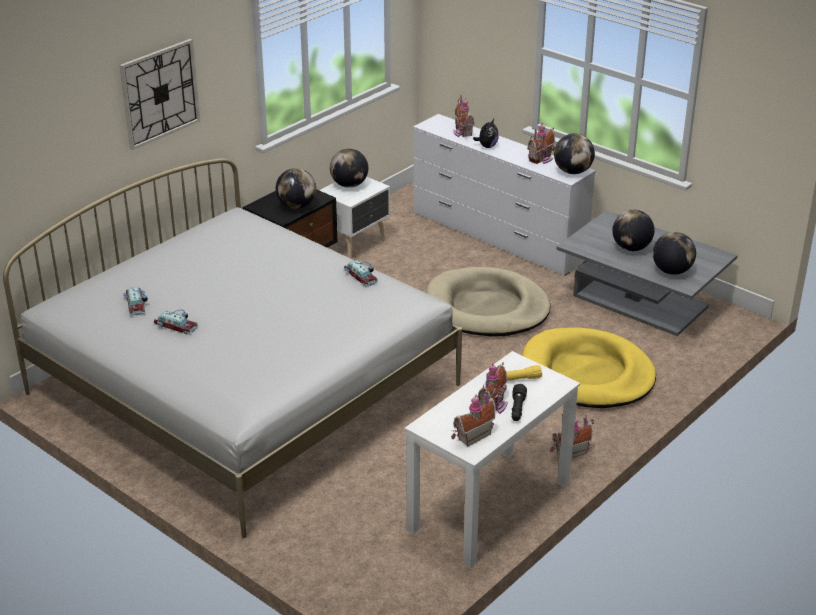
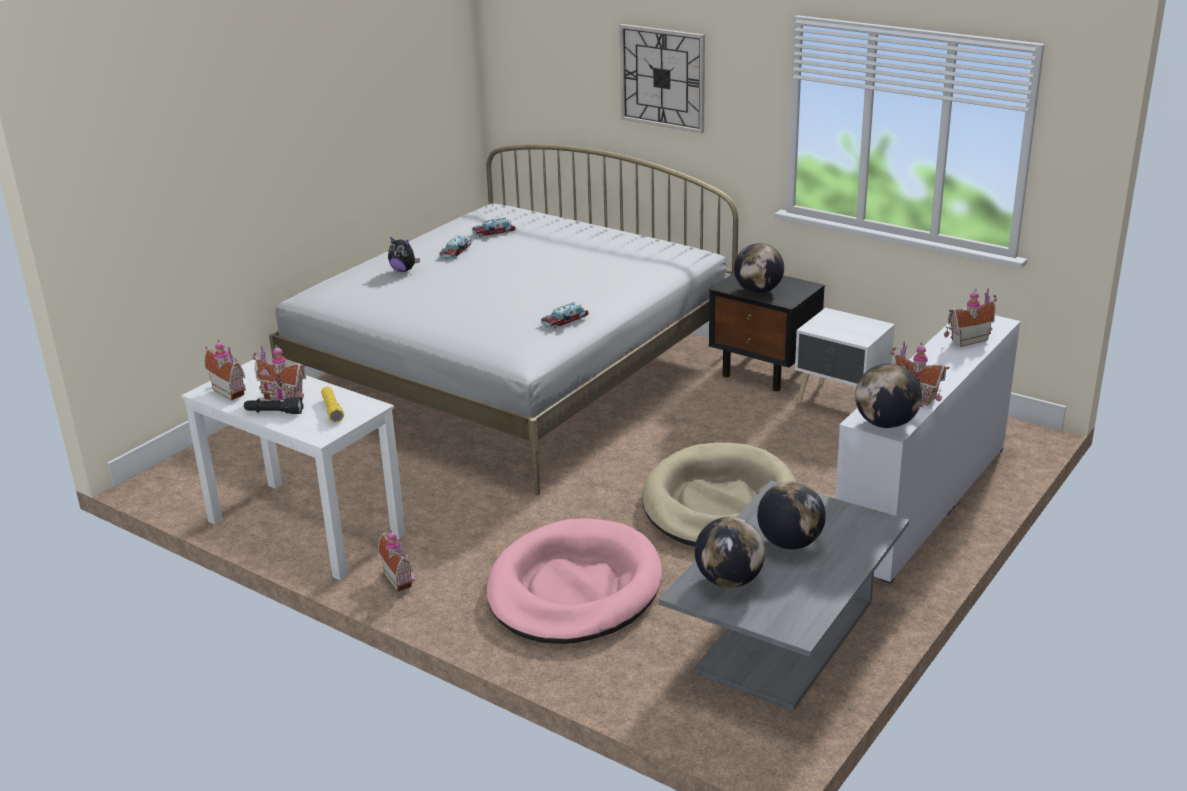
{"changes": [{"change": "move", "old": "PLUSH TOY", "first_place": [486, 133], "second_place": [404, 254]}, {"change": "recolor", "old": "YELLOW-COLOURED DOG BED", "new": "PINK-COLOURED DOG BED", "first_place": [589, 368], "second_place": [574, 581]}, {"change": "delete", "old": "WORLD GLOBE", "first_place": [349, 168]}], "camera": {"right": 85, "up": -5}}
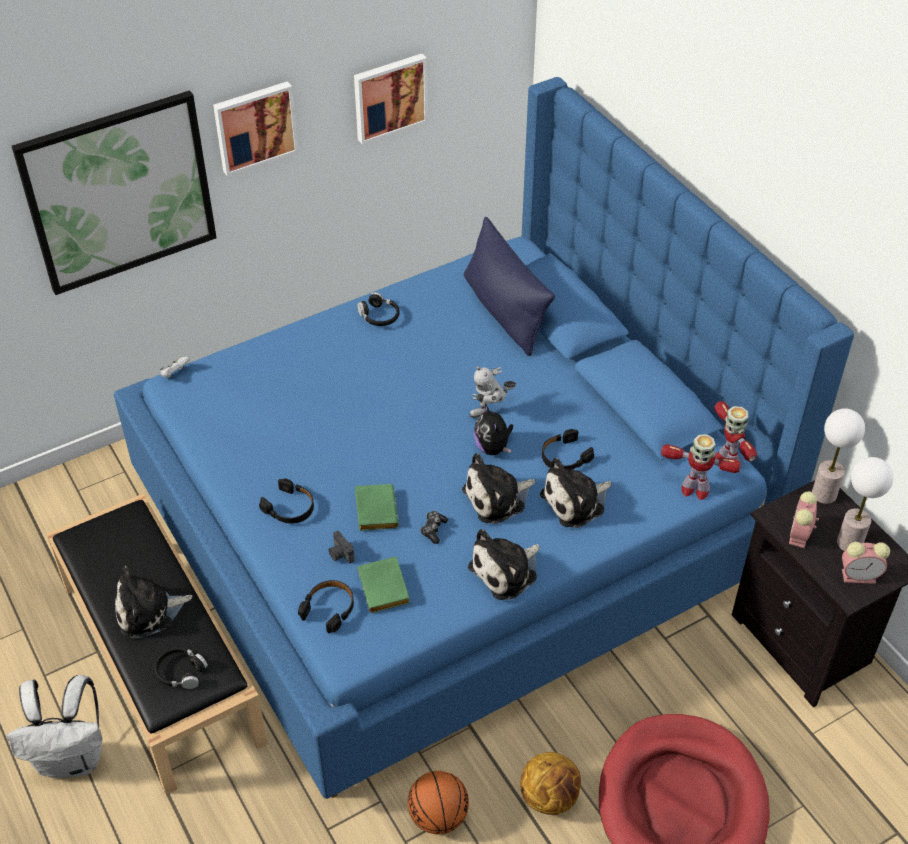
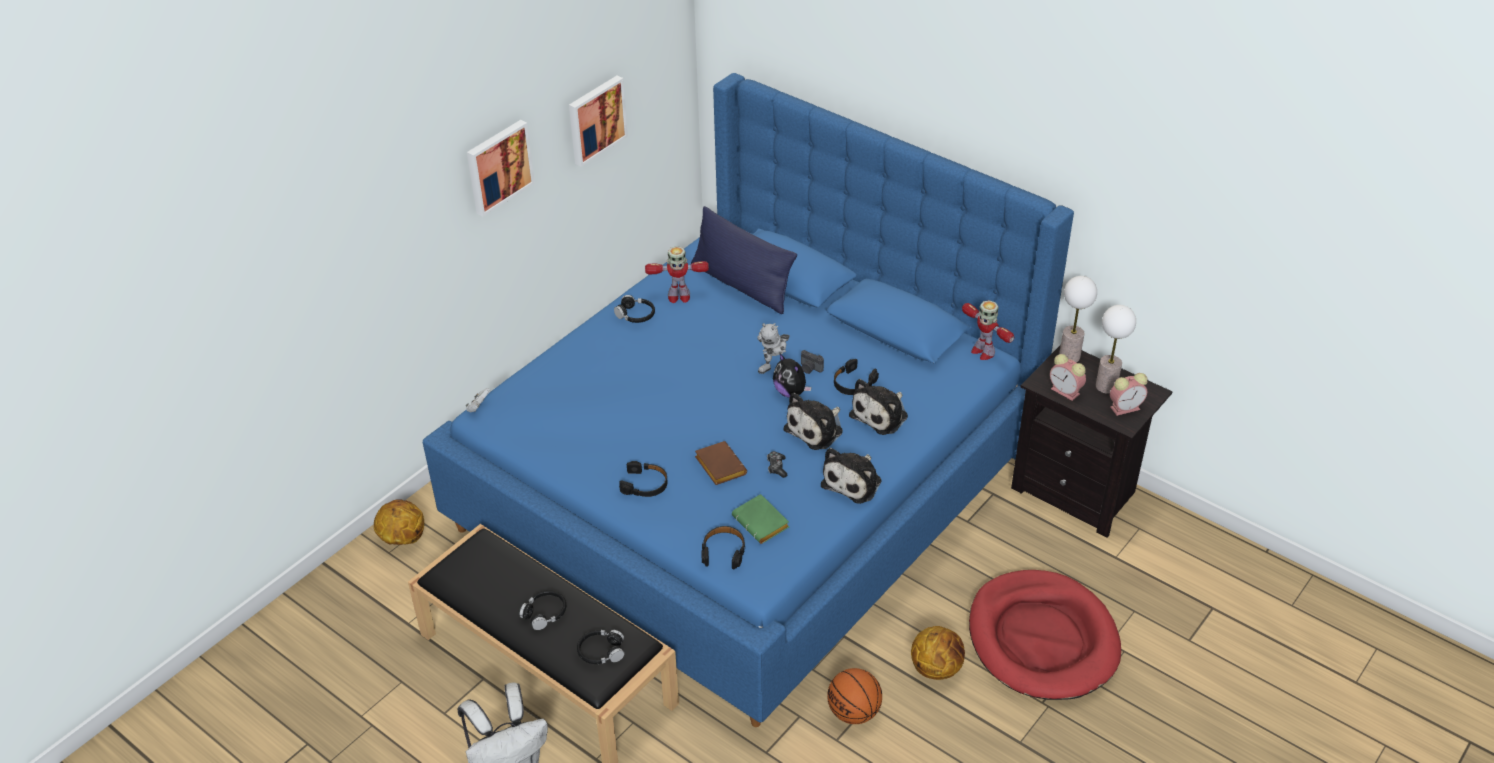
{"changes": [{"change": "insert", "new": "BASKETBALL BALL", "second_place": [399, 522]}, {"change": "replace", "old": "PLUSH TOY", "new": "BLACK HEADSET", "first_place": [153, 602], "second_place": [543, 610]}, {"change": "move", "old": "MODEL ROBOT", "first_place": [701, 467], "second_place": [677, 274]}, {"change": "recolor", "old": "GREENISH BOOK", "new": "BROWN BOOK", "first_place": [377, 507], "second_place": [721, 463]}, {"change": "move", "old": "PHOTO CAMERA", "first_place": [341, 547], "second_place": [812, 362]}, {"change": "rotate", "old": "ALARM CLOCK", "first_place": [804, 519], "second_place": [1068, 377], "degrees": -45}, {"change": "delete", "old": "WALL PICTURE", "first_place": [114, 192]}], "camera": {"right": -20, "up": -5}}
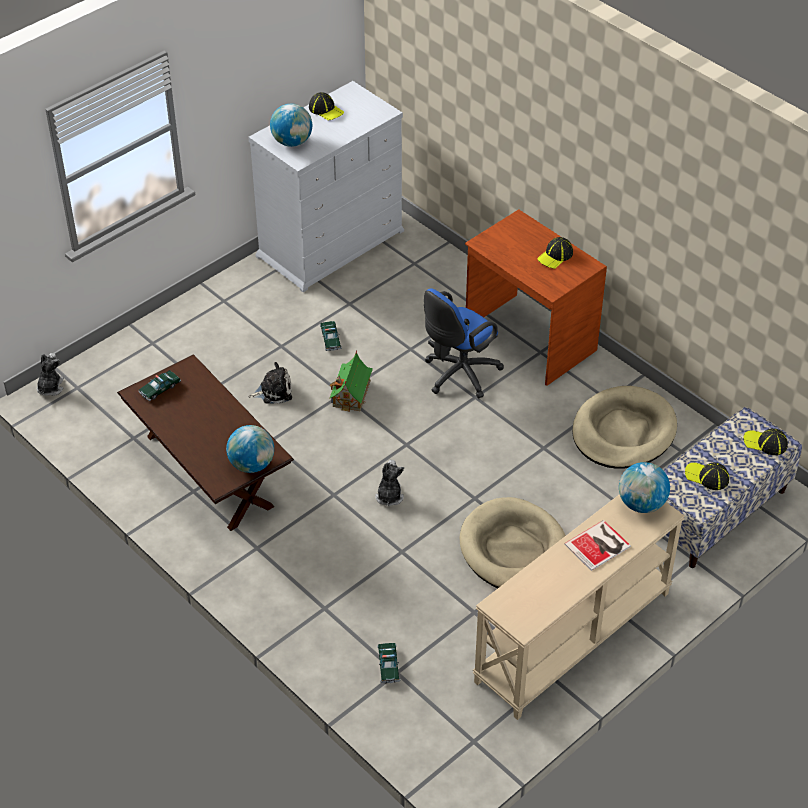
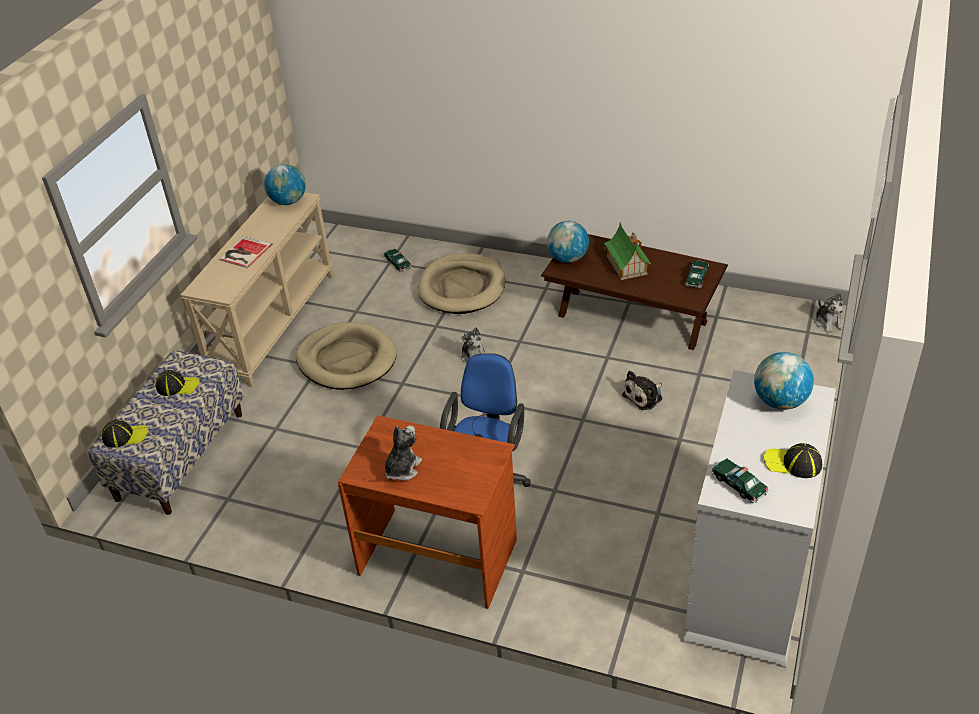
{"changes": [{"change": "move", "old": "WORLD GLOBE", "first_place": [644, 487], "second_place": [285, 184]}, {"change": "replace", "old": "PEAKED CAP", "new": "PLUSH TOY", "first_place": [555, 253], "second_place": [403, 453]}, {"change": "move", "old": "BEIGE DOG BED", "first_place": [624, 427], "second_place": [461, 283]}, {"change": "move", "old": "MODEL HOUSE", "first_place": [351, 381], "second_place": [627, 251]}, {"change": "move", "old": "MODEL CAR", "first_place": [331, 336], "second_place": [740, 480]}], "camera": {"right": 155, "up": -5}}
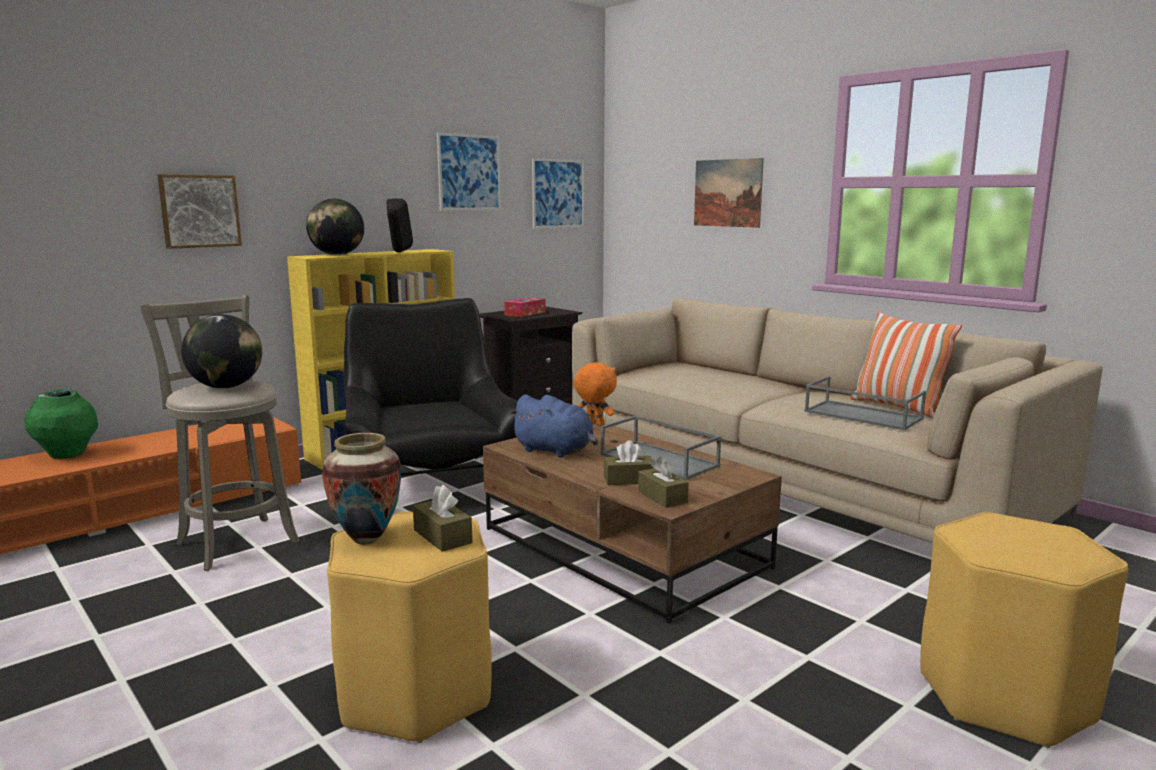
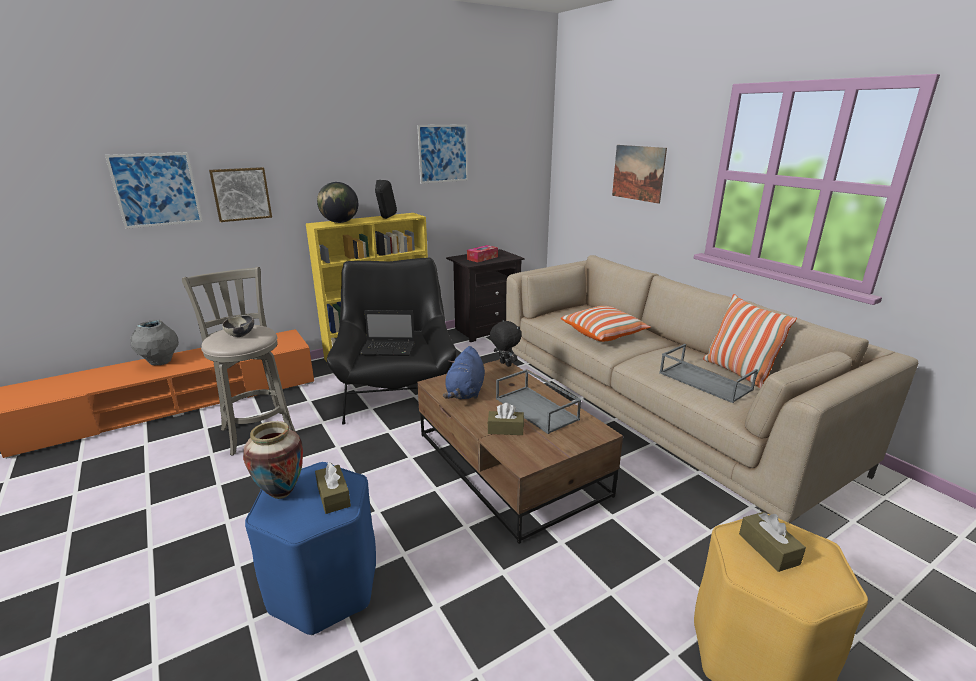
{"changes": [{"change": "move", "old": "WALL PICTURE", "first_place": [558, 193], "second_place": [154, 190]}, {"change": "recolor", "old": "GREENISH DECORATIVE VASE", "new": "GREY DECORATIVE VASE", "first_place": [61, 423], "second_place": [154, 342]}, {"change": "replace", "old": "WORLD GLOBE", "new": "SERVING BOWL", "first_place": [221, 351], "second_place": [238, 326]}, {"change": "recolor", "old": "YELLOW-COLOURED STOOL", "new": "BLUE STOOL", "first_place": [409, 627], "second_place": [310, 549]}, {"change": "insert", "new": "LAPTOP", "second_place": [387, 333]}, {"change": "rotate", "old": "BLUE PLUSH TOY", "first_place": [553, 426], "second_place": [464, 372], "degrees": 60}, {"change": "recolor", "old": "ORANGE-COLOURED PLUSH TOY", "new": "BLACK PLUSH TOY", "first_place": [595, 394], "second_place": [505, 343]}, {"change": "insert", "new": "THROW PILLOW", "second_place": [606, 324]}, {"change": "move", "old": "BROWN BOX OF TISSUES", "first_place": [663, 482], "second_place": [772, 542]}], "camera": {"right": 10, "up": 10}}
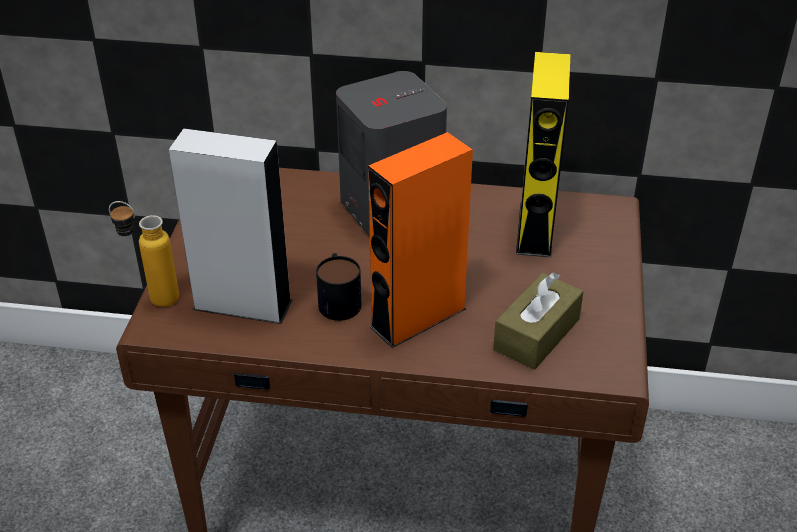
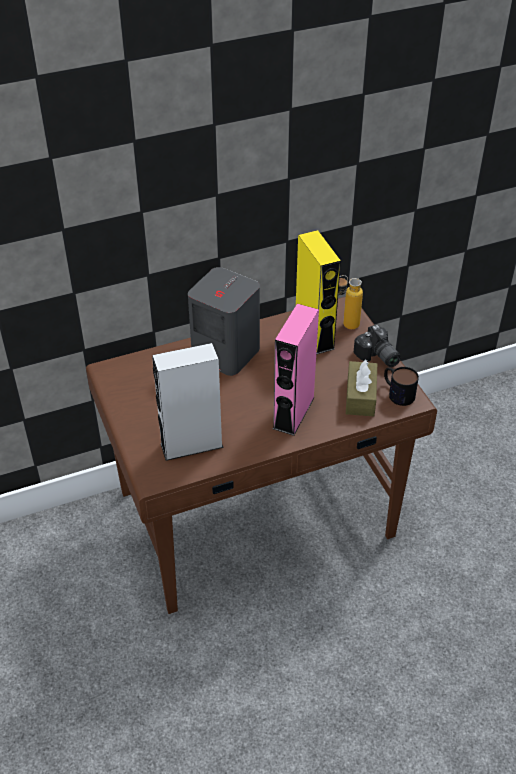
{"changes": [{"change": "recolor", "old": "ORANGE-COLOURED AUDIO SPEAKER", "new": "PINK-COLOURED AUDIO SPEAKER", "first_place": [420, 240], "second_place": [296, 370]}, {"change": "move", "old": "BOTTLE", "first_place": [144, 254], "second_place": [350, 302]}, {"change": "insert", "new": "PHOTO CAMERA", "second_place": [377, 345]}, {"change": "move", "old": "TEA MUG", "first_place": [338, 287], "second_place": [401, 386]}], "camera": {"right": -30, "up": 5}}
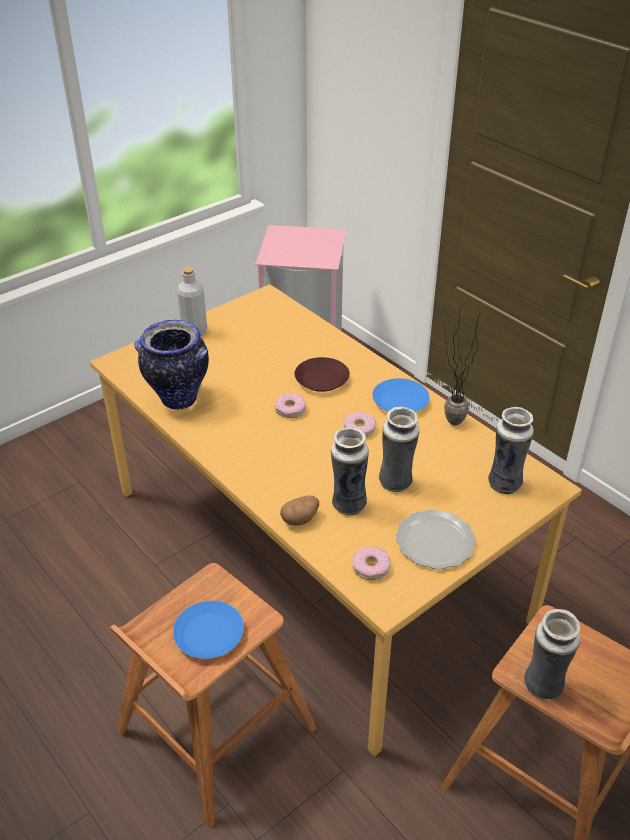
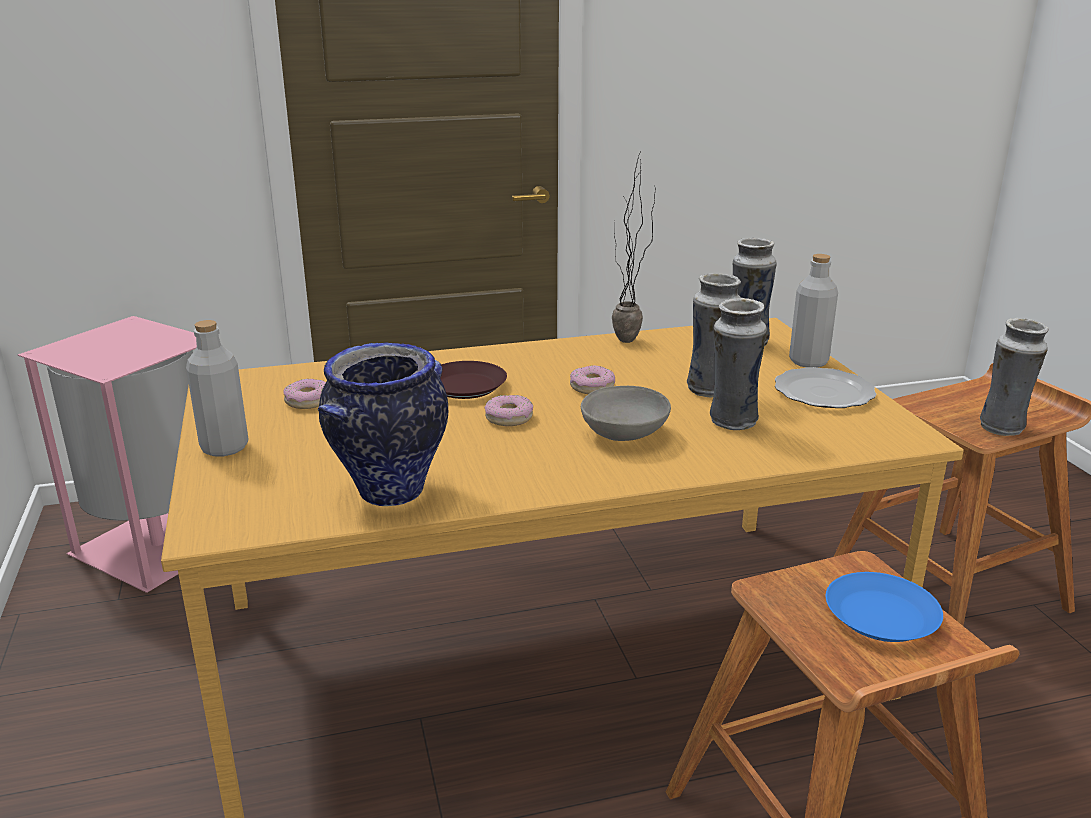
{"changes": [{"change": "move", "old": "RING DOUGHNUT", "first_place": [372, 563], "second_place": [304, 394]}, {"change": "insert", "new": "GREY SERVING BOWL", "second_place": [626, 413]}, {"change": "insert", "new": "GREY BOTTLE", "second_place": [813, 311]}, {"change": "delete", "old": "SPUD", "first_place": [299, 510]}, {"change": "delete", "old": "BLUE FLAT DISH", "first_place": [400, 395]}], "camera": {"right": -65, "up": -15}}
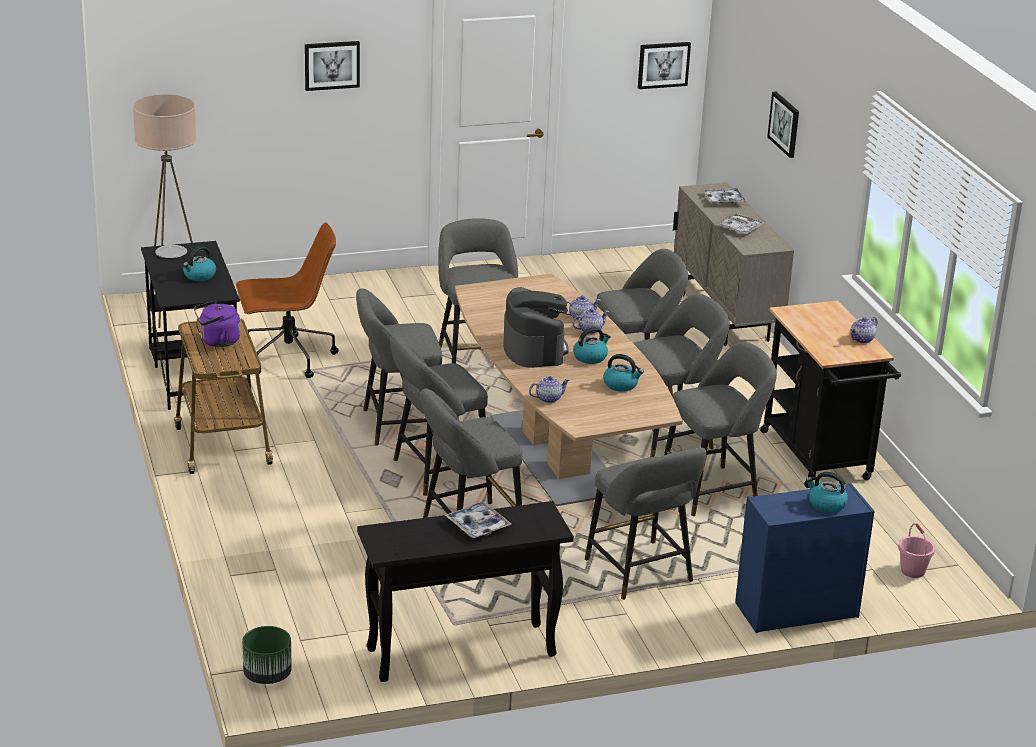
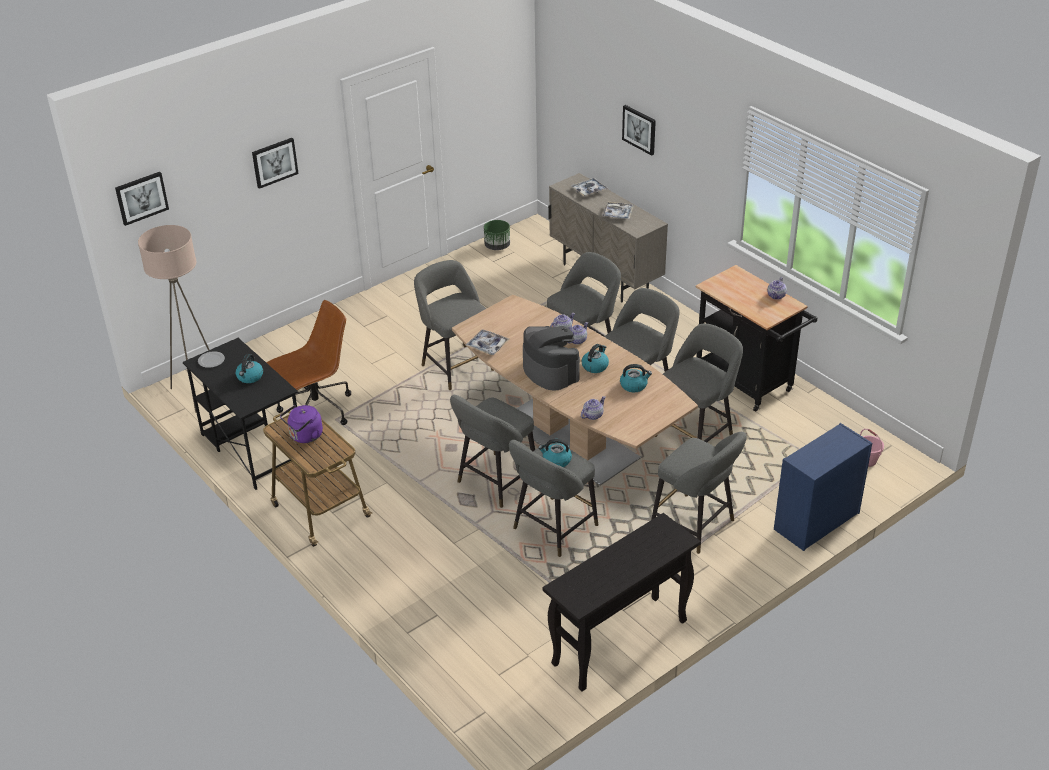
{"changes": [{"change": "move", "old": "WALL PICTURE", "first_place": [664, 65], "second_place": [142, 199]}, {"change": "move", "old": "CARRYING TRAY", "first_place": [478, 520], "second_place": [487, 342]}, {"change": "move", "old": "GREENISH PLANT POT", "first_place": [267, 655], "second_place": [497, 235]}, {"change": "move", "old": "TEA KETTLE", "first_place": [827, 492], "second_place": [555, 453]}, {"change": "delete", "old": "GREY STOOL", "first_place": [399, 366]}], "camera": {"right": -20, "up": 10}}
